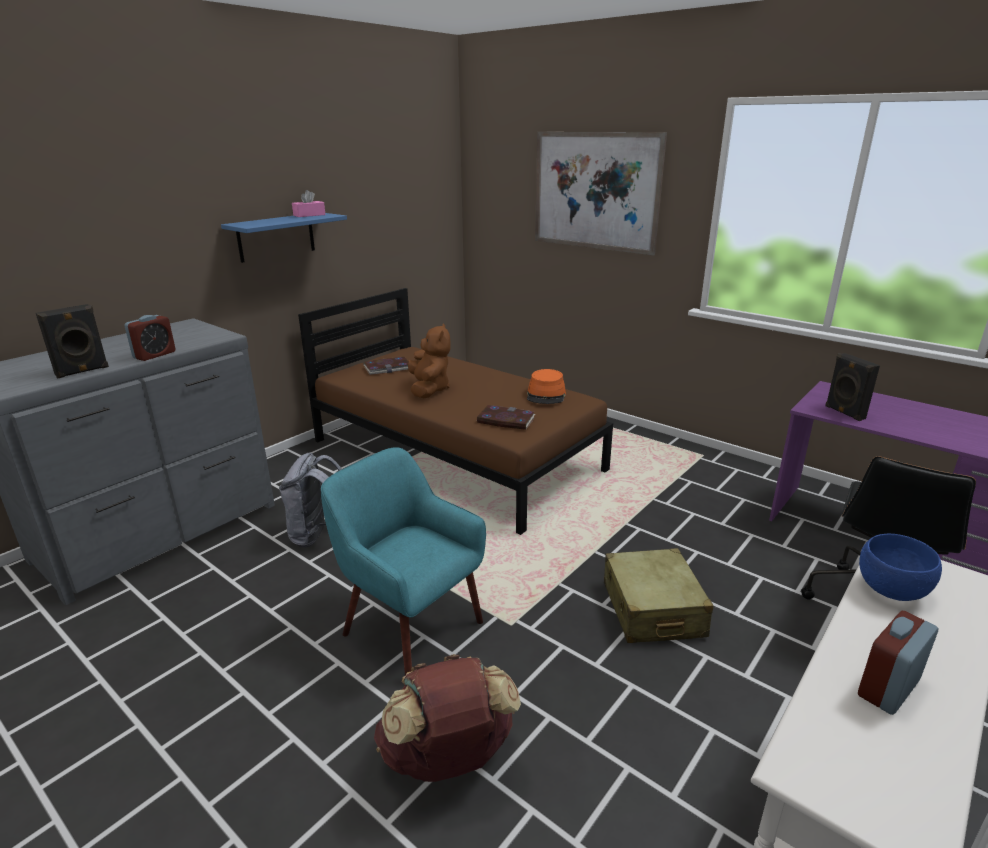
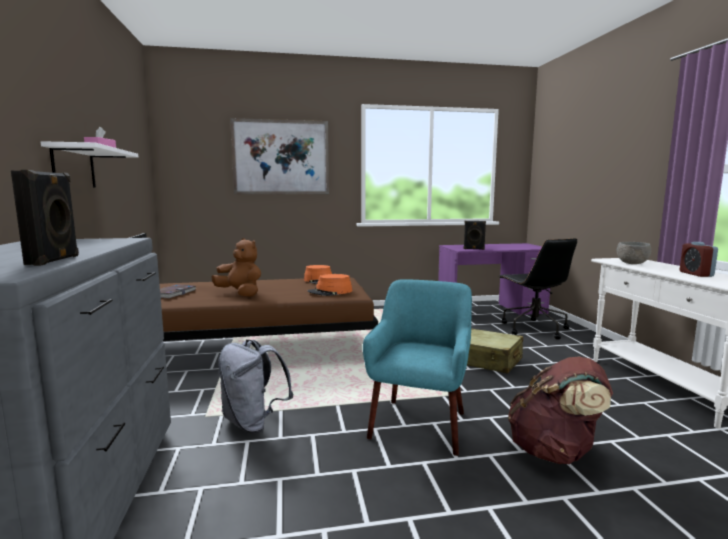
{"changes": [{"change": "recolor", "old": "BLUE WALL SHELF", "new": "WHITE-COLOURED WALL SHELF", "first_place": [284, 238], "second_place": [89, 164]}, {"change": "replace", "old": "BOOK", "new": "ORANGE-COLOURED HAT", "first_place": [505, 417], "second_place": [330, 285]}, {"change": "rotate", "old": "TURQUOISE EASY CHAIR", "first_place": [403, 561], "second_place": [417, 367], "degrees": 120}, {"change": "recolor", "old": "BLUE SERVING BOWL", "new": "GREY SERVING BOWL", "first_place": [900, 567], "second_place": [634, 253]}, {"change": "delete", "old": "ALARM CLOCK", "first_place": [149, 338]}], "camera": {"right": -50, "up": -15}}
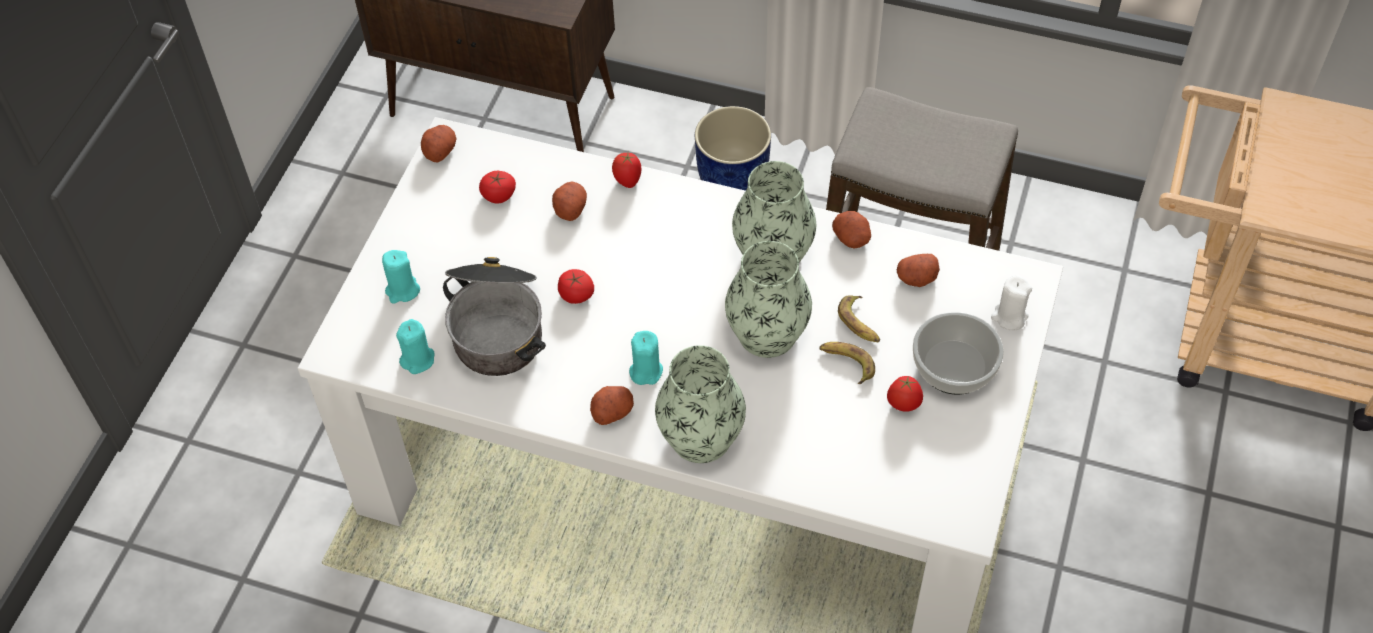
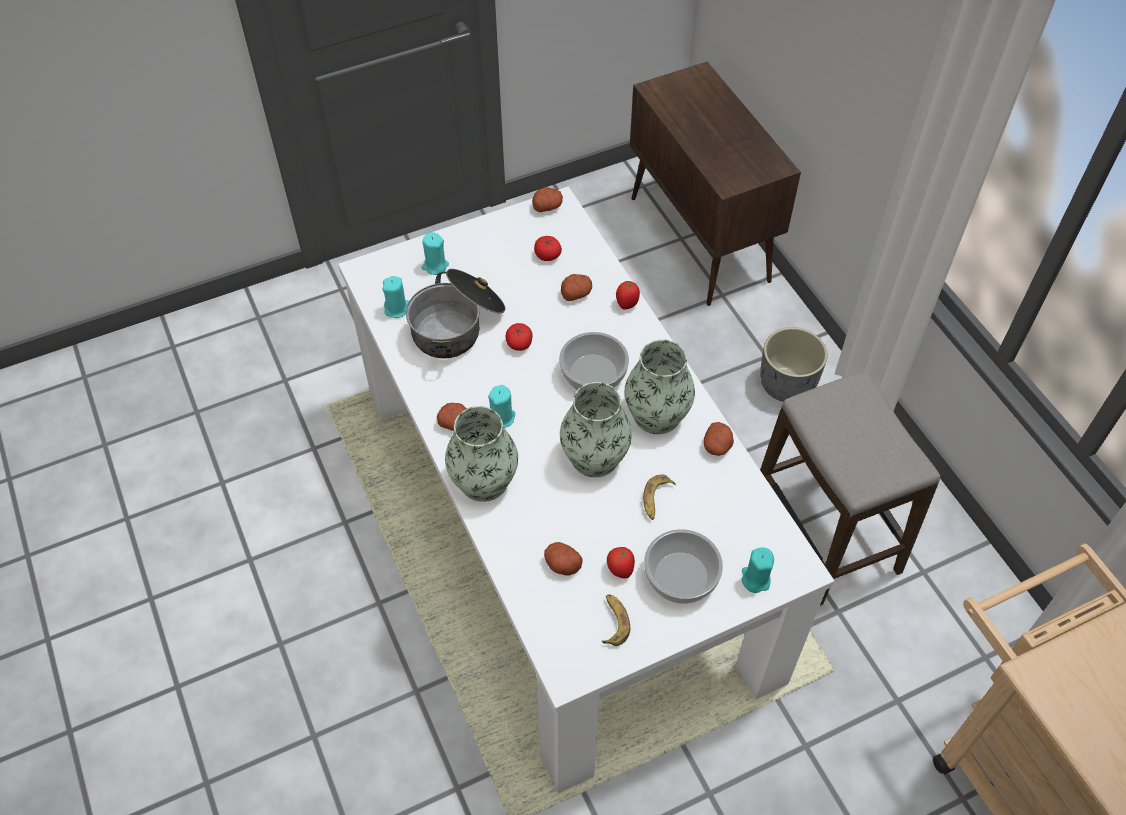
{"changes": [{"change": "move", "old": "SPUD", "first_place": [918, 270], "second_place": [563, 558]}, {"change": "insert", "new": "SERVING BOWL", "second_place": [594, 361]}, {"change": "move", "old": "BANANA", "first_place": [847, 363], "second_place": [616, 620]}, {"change": "recolor", "old": "WHITE-COLOURED CANDLE", "new": "TURQUOISE CANDLE", "first_place": [1011, 303], "second_place": [758, 570]}, {"change": "recolor", "old": "BLUE PLANT POT", "new": "GREY PLANT POT", "first_place": [733, 148], "second_place": [794, 364]}], "camera": {"right": 45, "up": 0}}
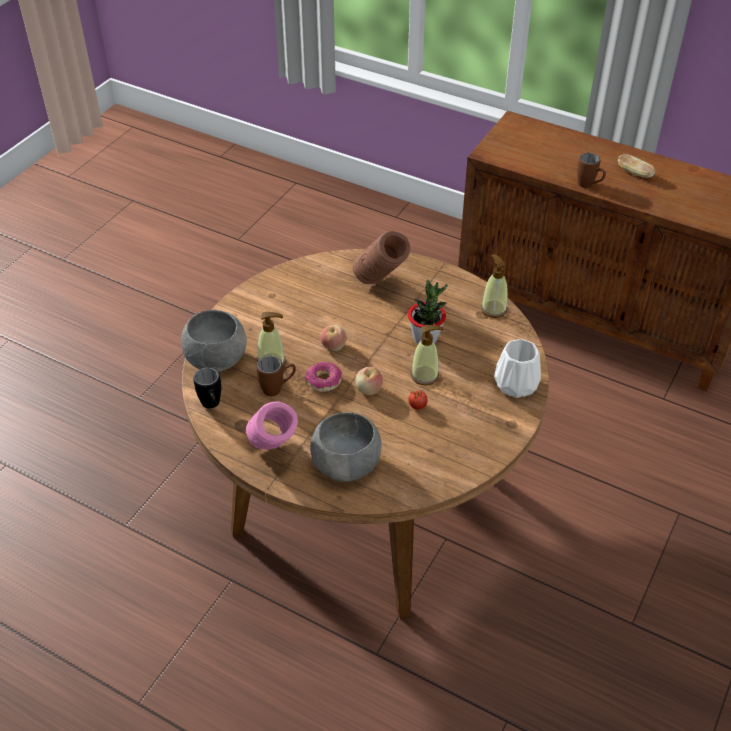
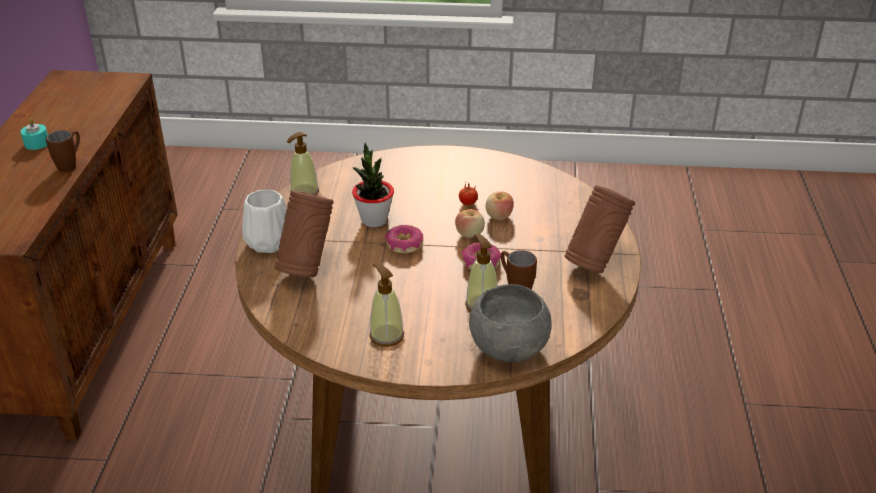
{"changes": [{"change": "replace", "old": "BAKED BREAD", "new": "TURQUOISE CANDLE", "first_place": [636, 166], "second_place": [34, 134]}, {"change": "move", "old": "WHITE-COLOURED DECORATIVE VASE", "first_place": [517, 368], "second_place": [264, 221]}, {"change": "move", "old": "SOAP BOTTLE", "first_place": [427, 355], "second_place": [386, 305]}, {"change": "insert", "new": "RING DOUGHNUT", "second_place": [404, 239]}, {"change": "move", "old": "WHOLE APPLE", "first_place": [333, 338], "second_place": [500, 205]}, {"change": "recolor", "old": "PINK-COLOURED DECORATIVE VASE", "new": "BROWN DECORATIVE VASE", "first_place": [272, 425], "second_place": [600, 229]}, {"change": "delete", "old": "BLACK TEA MUG", "first_place": [207, 388]}, {"change": "delete", "old": "GREY SERVING BOWL", "first_place": [346, 447]}], "camera": {"right": -115, "up": -10}}
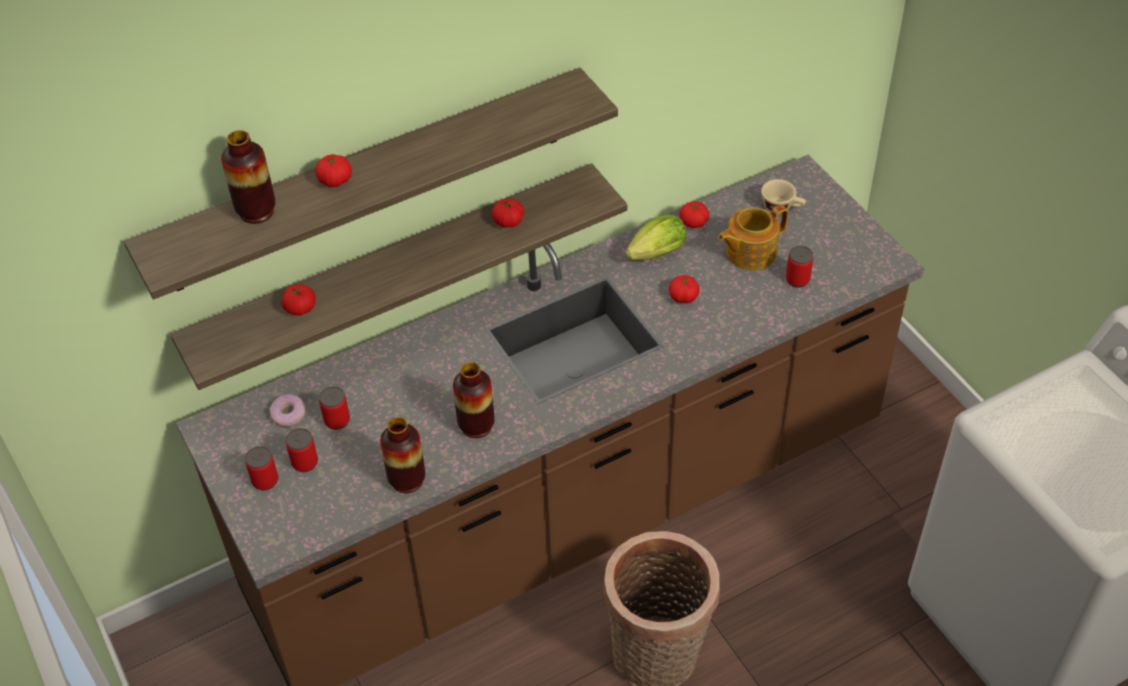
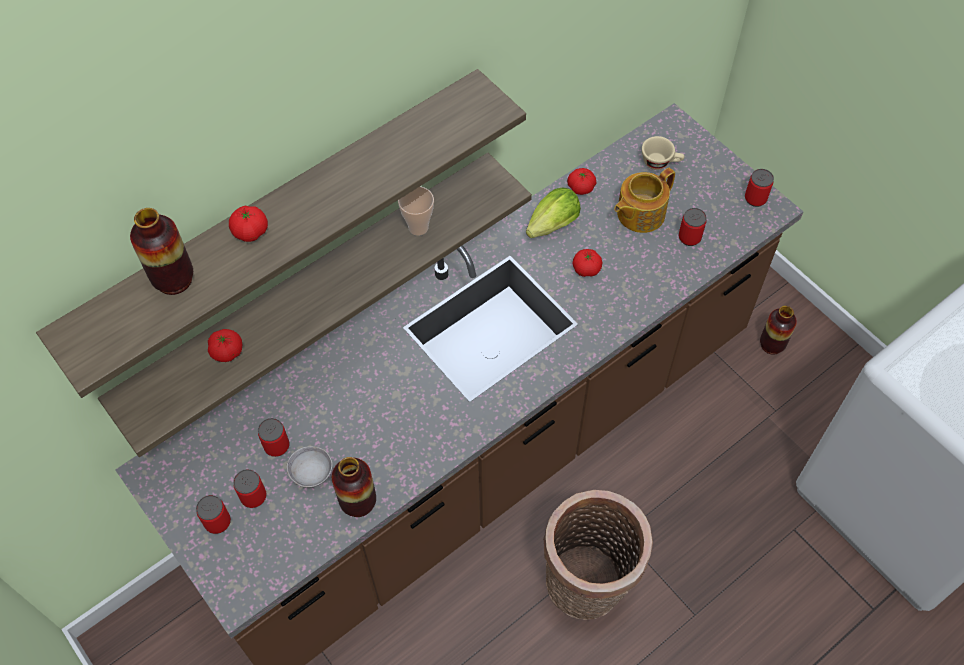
{"changes": [{"change": "insert", "new": "GREY SERVING BOWL", "second_place": [309, 467]}, {"change": "replace", "old": "WHOLE TOMATO", "new": "CUP", "first_place": [508, 212], "second_place": [416, 211]}, {"change": "insert", "new": "CAN", "second_place": [759, 188]}, {"change": "move", "old": "DECORATIVE VASE", "first_place": [474, 400], "second_place": [778, 330]}, {"change": "delete", "old": "RING DOUGHNUT", "first_place": [287, 410]}], "camera": {"right": -10, "up": 10}}
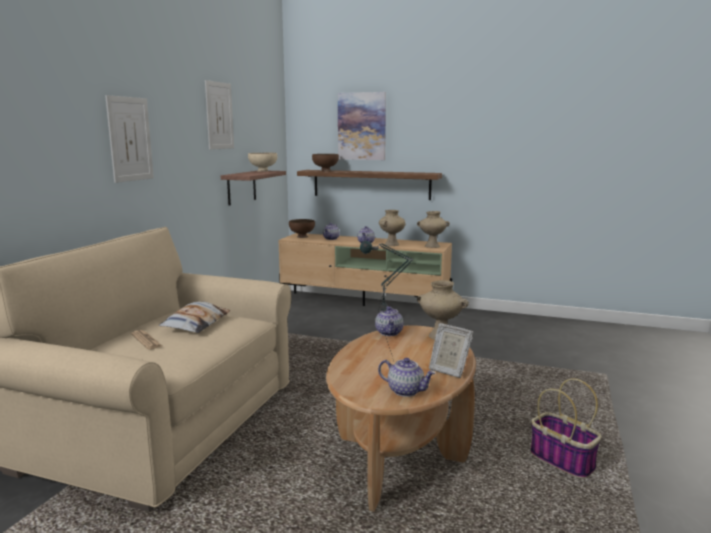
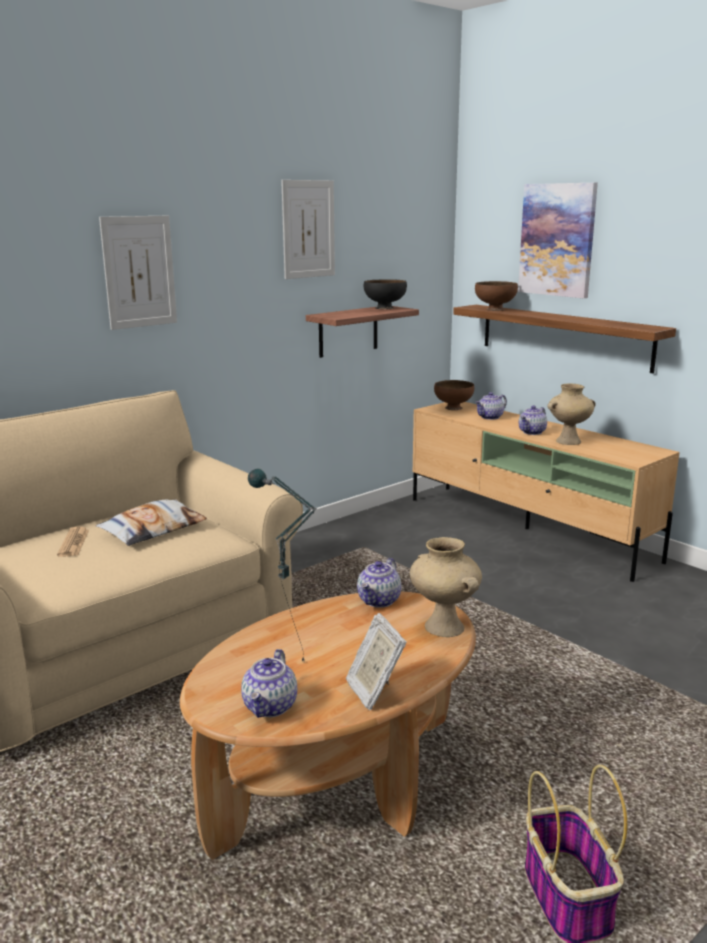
{"changes": [{"change": "rotate", "old": "POT FOR TEA", "first_place": [407, 377], "second_place": [269, 683], "degrees": 45}, {"change": "recolor", "old": "BEIGE SERVING BOWL", "new": "BLACK SERVING BOWL", "first_place": [262, 162], "second_place": [385, 294]}, {"change": "delete", "old": "BEIGE DECORATIVE VASE", "first_place": [433, 229]}], "camera": {"right": 30, "up": 5}}
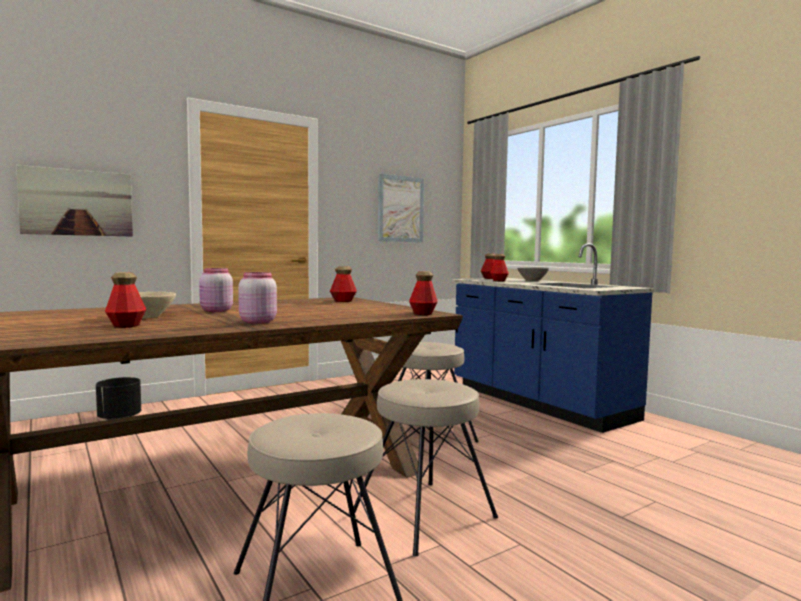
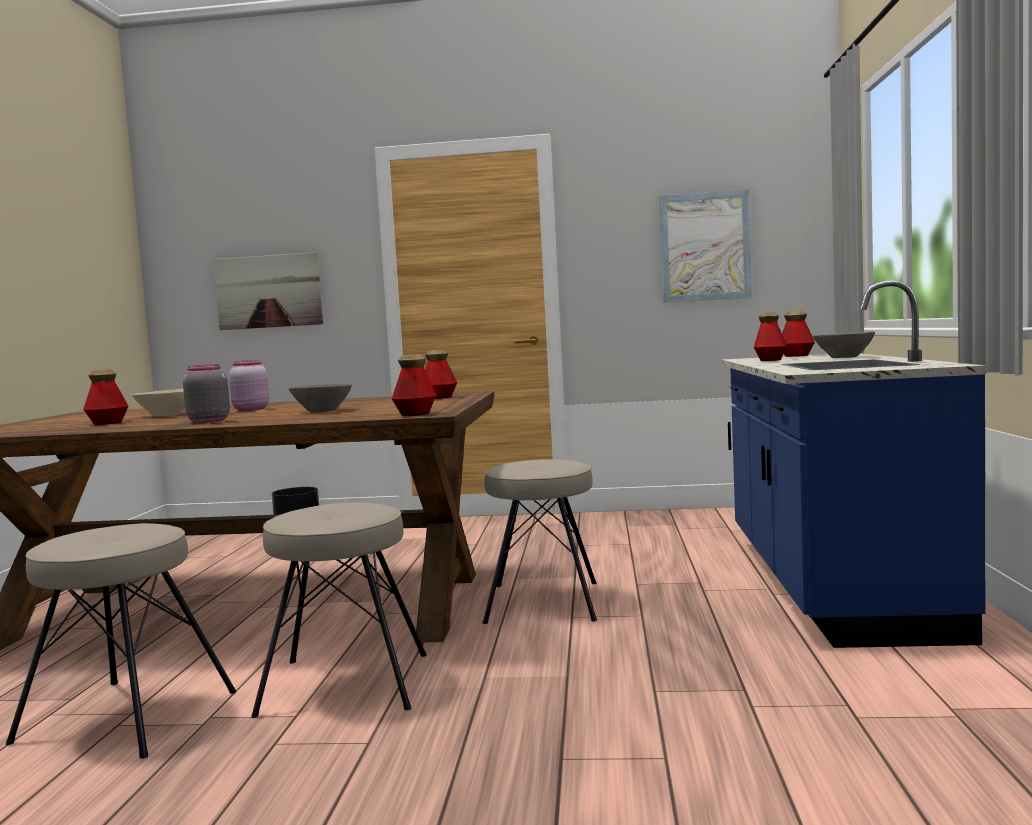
{"changes": [{"change": "recolor", "old": "PINK-COLOURED PRESERVE JAR", "new": "GREY PRESERVE JAR", "first_place": [257, 298], "second_place": [206, 393]}, {"change": "insert", "new": "GREY SERVING BOWL", "second_place": [320, 398]}], "camera": {"right": 40, "up": 0}}
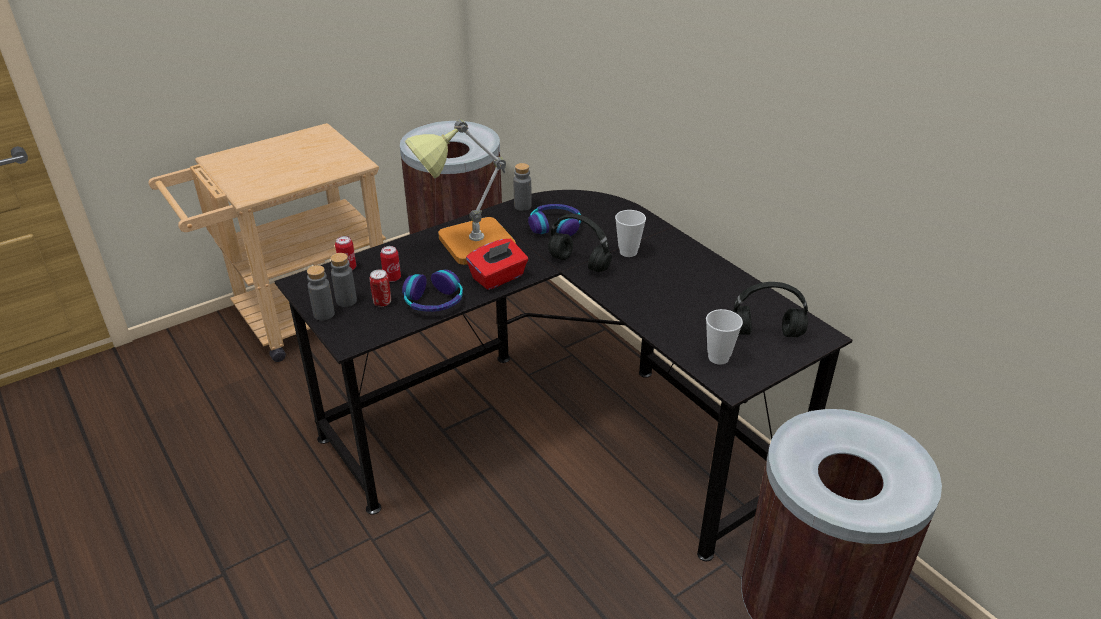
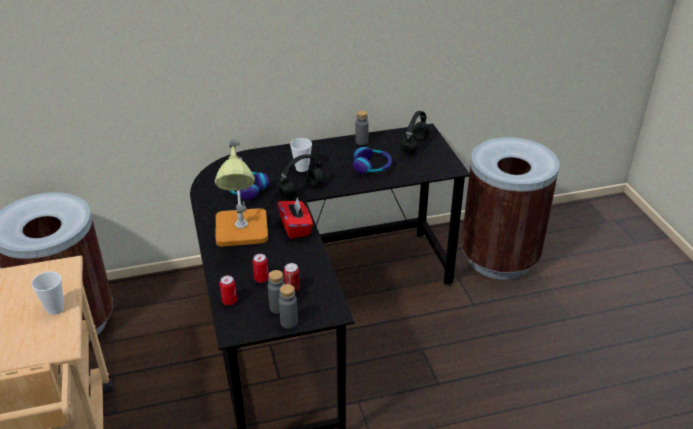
{"changes": [{"change": "move", "old": "CUP", "first_place": [724, 337], "second_place": [47, 293]}, {"change": "move", "old": "HEADSET", "first_place": [432, 291], "second_place": [372, 160]}, {"change": "move", "old": "GREY BOTTLE", "first_place": [522, 187], "second_place": [362, 127]}], "camera": {"right": -70, "up": 0}}
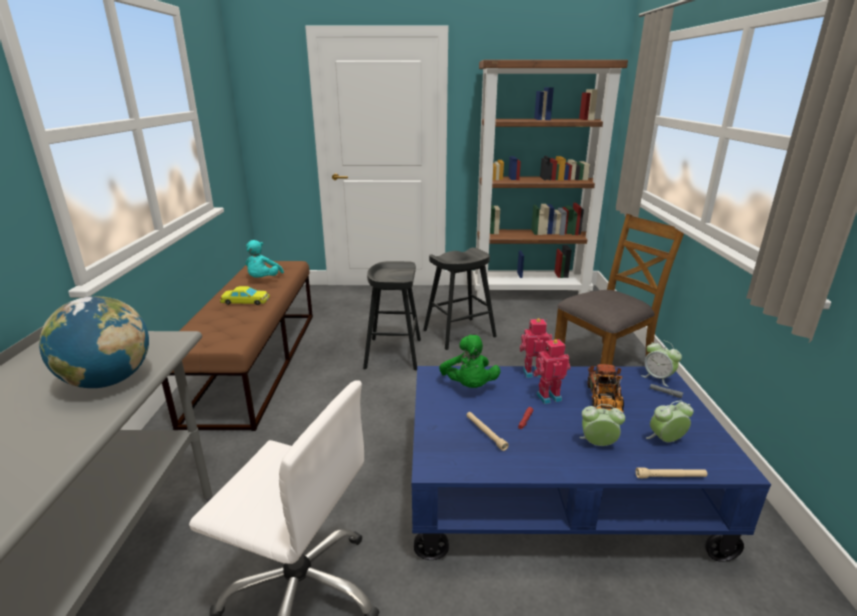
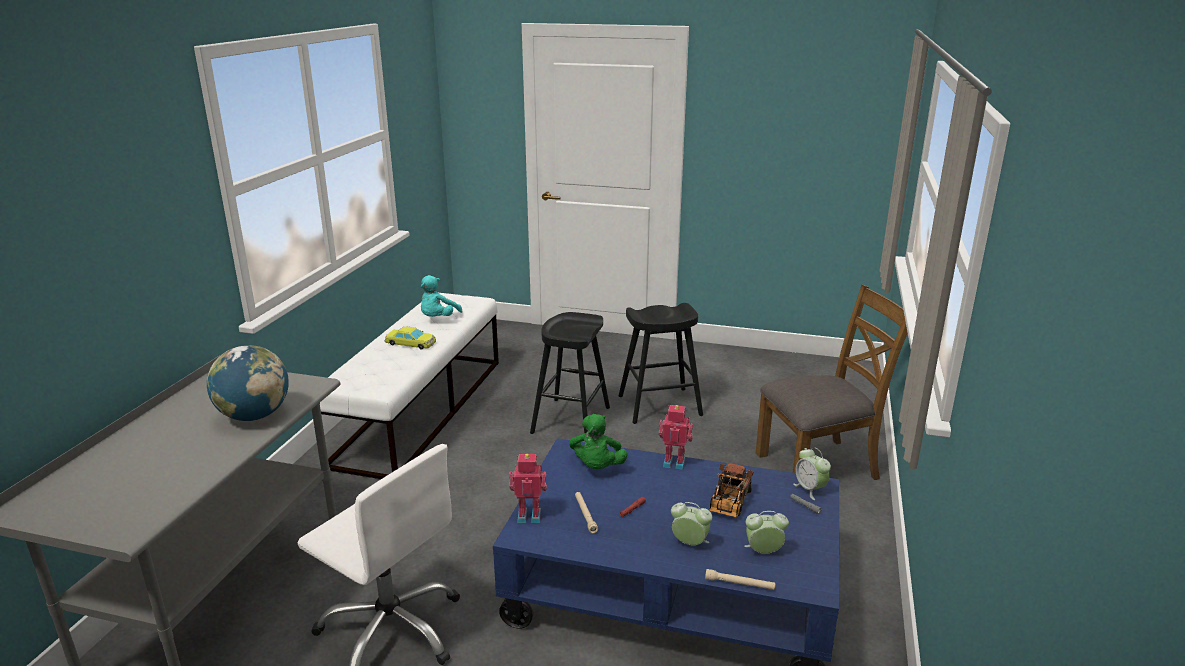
{"changes": [{"change": "recolor", "old": "BROWN LONG SEAT", "new": "WHITE-COLOURED LONG SEAT", "first_place": [237, 346], "second_place": [409, 386]}, {"change": "move", "old": "MODEL ROBOT", "first_place": [551, 371], "second_place": [528, 488]}, {"change": "delete", "old": "BROWN BOOKSHELF", "first_place": [550, 181]}], "camera": {"right": 15, "up": 0}}
